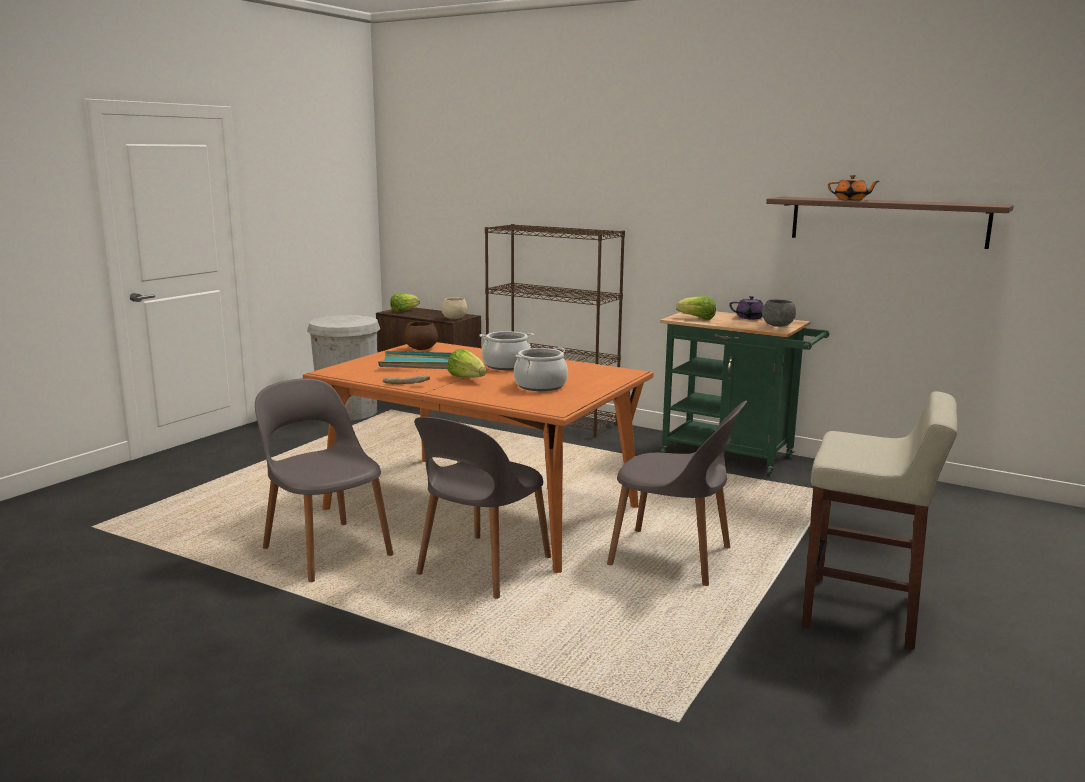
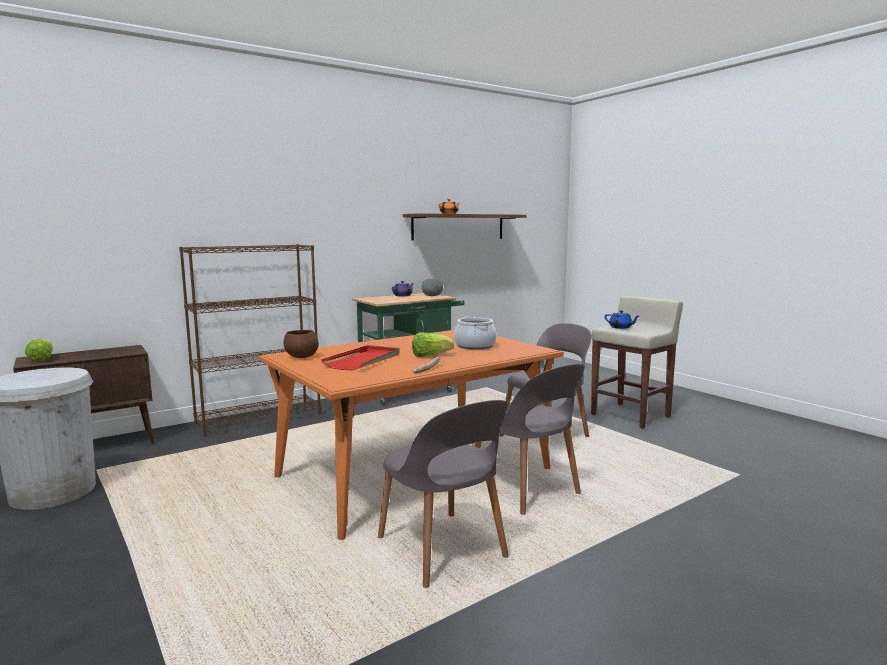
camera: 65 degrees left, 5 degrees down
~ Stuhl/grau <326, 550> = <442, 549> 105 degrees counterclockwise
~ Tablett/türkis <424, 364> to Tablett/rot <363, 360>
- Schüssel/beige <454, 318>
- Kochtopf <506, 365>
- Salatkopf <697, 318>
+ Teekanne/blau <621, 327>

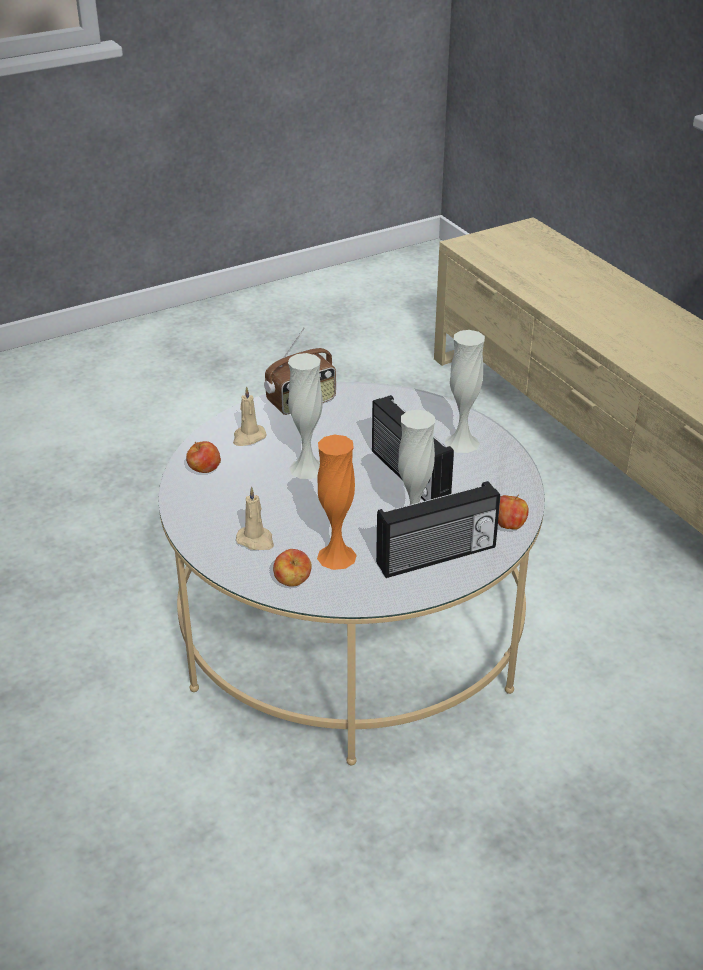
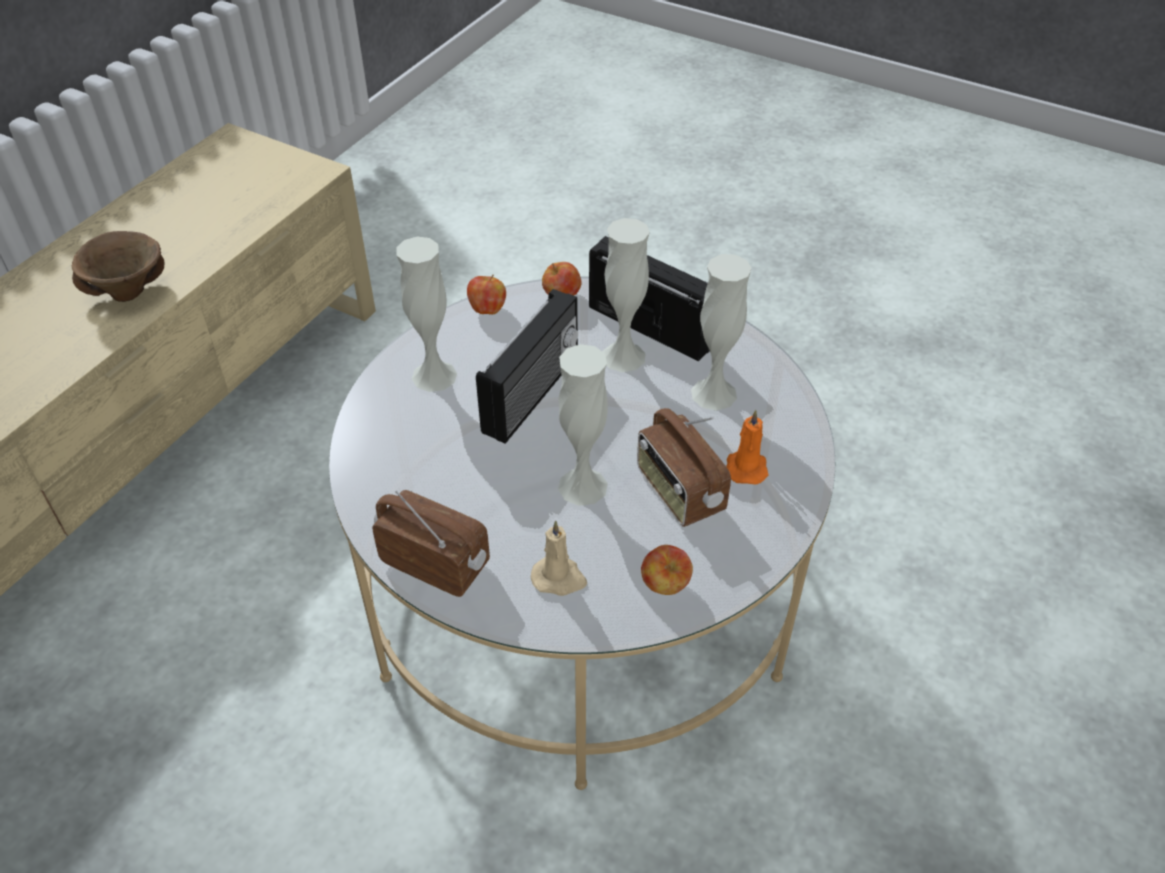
camera: 120 degrees left, 10 degrees up
~ Kerze/beige <256, 540> to Kerze/orange <746, 467>
~ Apfel <292, 582> to <487, 309>
~ Vase/orange <336, 556> to Vase/weiß <713, 393>
+ Schüssel/braun <127, 293>
+ Radio <678, 492>

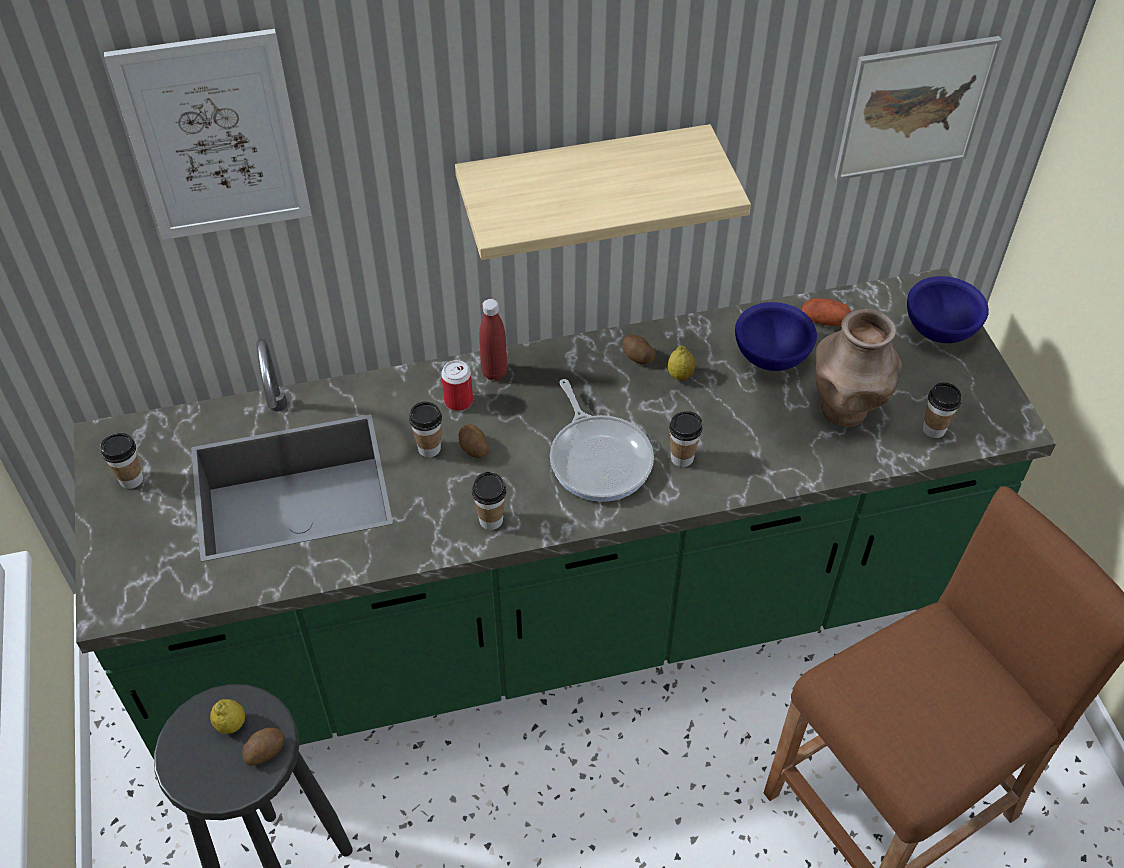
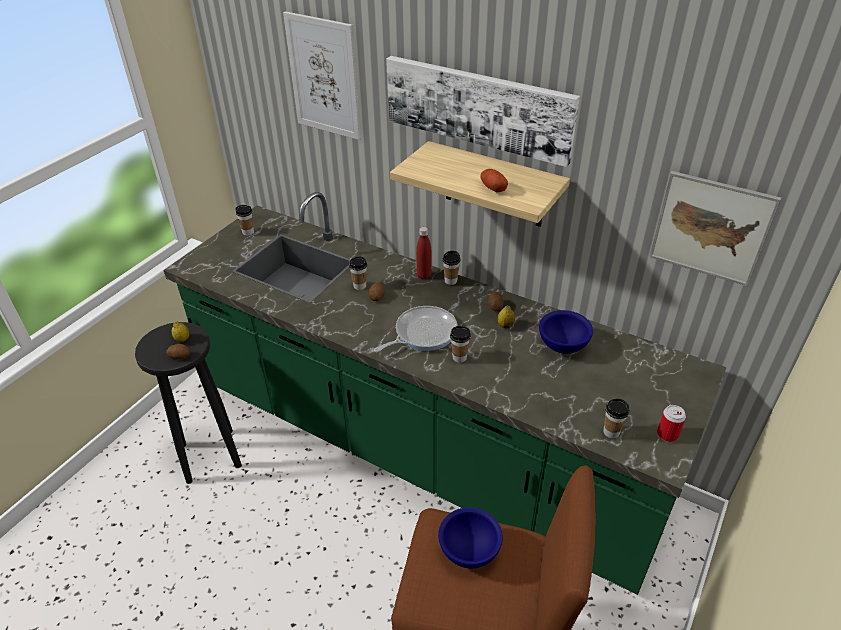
camera: 45 degrees right, 10 degrees down
~ Dose <458, 401> to <667, 434>
~ Tasse <491, 520> to <450, 281>
~ Pfanne <599, 458> = <422, 333> 150 degrees counterclockwise
~ Kartoffel <823, 320> to <493, 188>
- Vase/braun <845, 409>
~ Schüssel/blau <939, 331> to <468, 551>
+ Bild <478, 107>

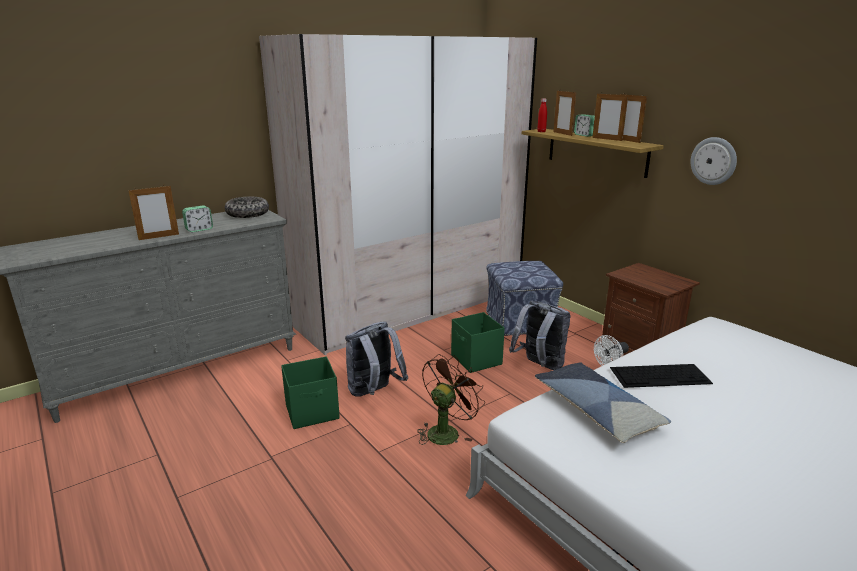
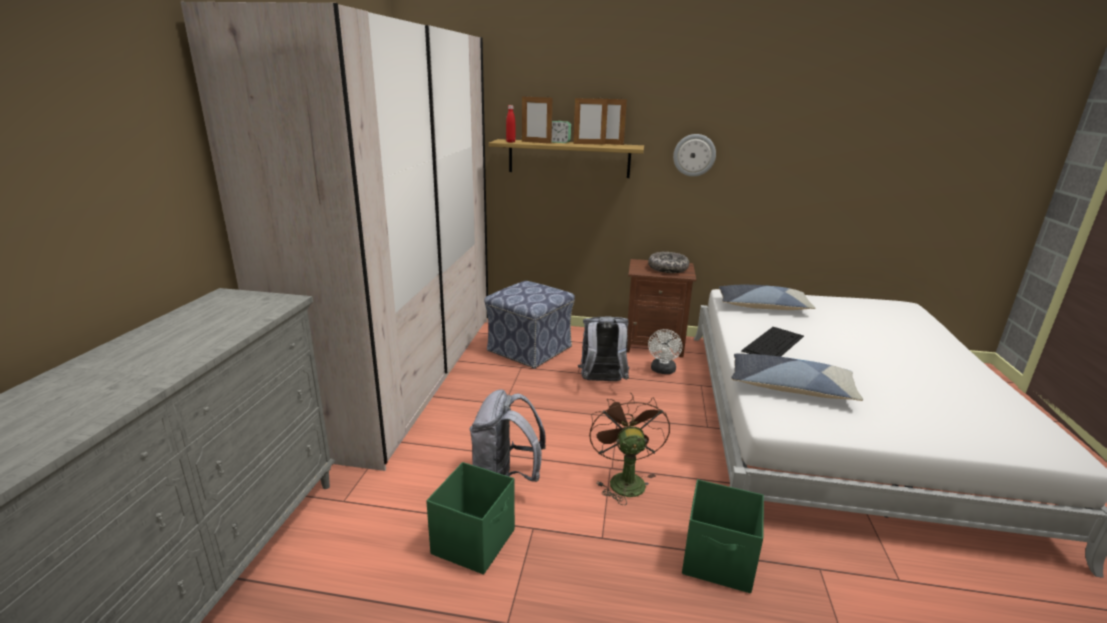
camera: 45 degrees left, 0 degrees up
- Bilderrahmen <159, 237>
- Wecker <199, 229>
~ Schüssel <247, 214> to <667, 268>
~ Aufbewahrungsbox/grün <476, 360> to <719, 561>
+ Kissen <762, 306>

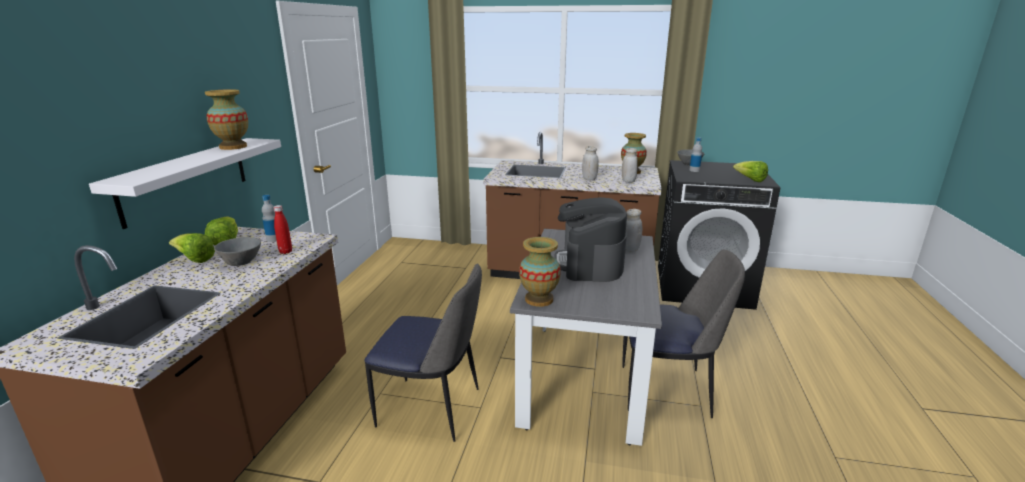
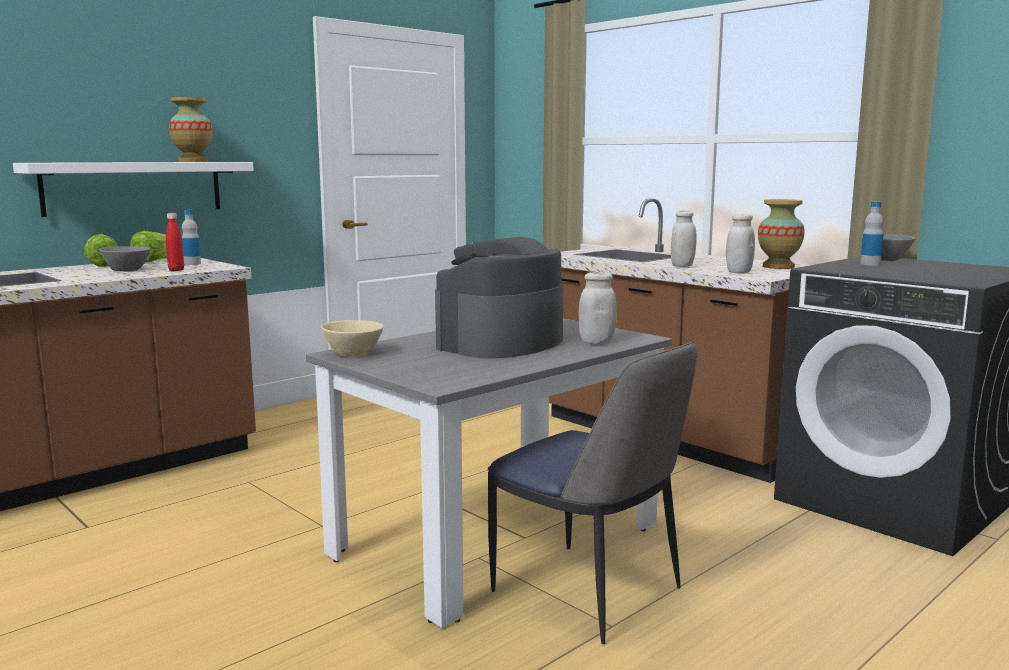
camera: 35 degrees right, 10 degrees down
- Stuhl <432, 408>
~ Vase <539, 299> to Schüssel/beige <353, 354>
- Salatkopf <750, 180>

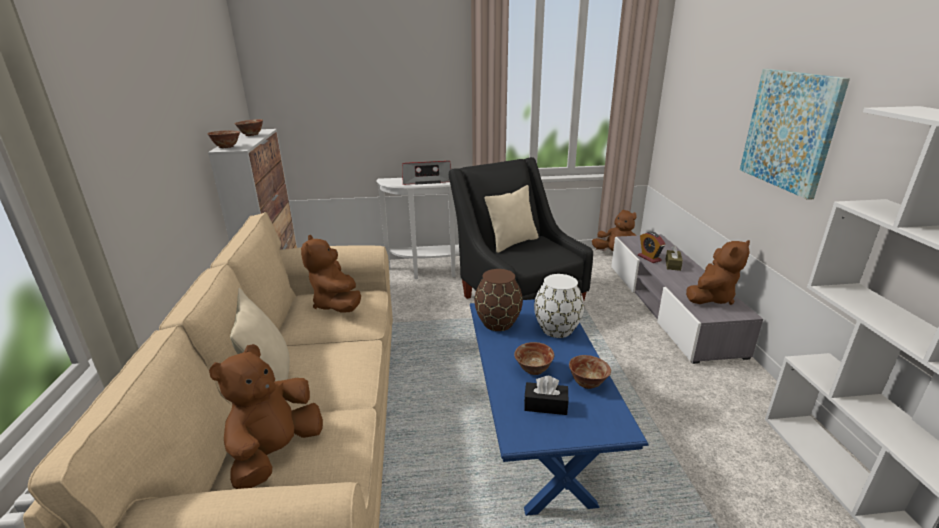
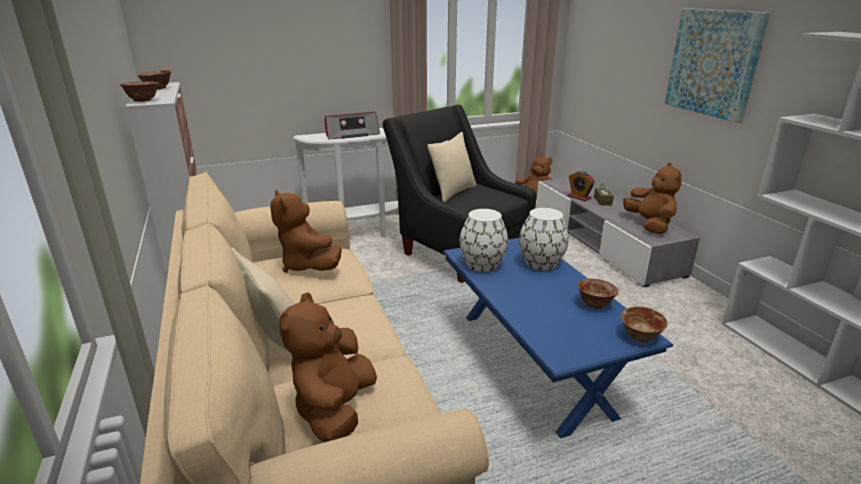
camera: 15 degrees left, 0 degrees up
~ Vase/braun <497, 323> to Vase/weiß <481, 264>
~ Schüssel <533, 370> to <640, 336>
- Taschentuchbox/schwarz <545, 405>
~ Plüschtier/braun <711, 297> = <649, 225> 45 degrees counterclockwise

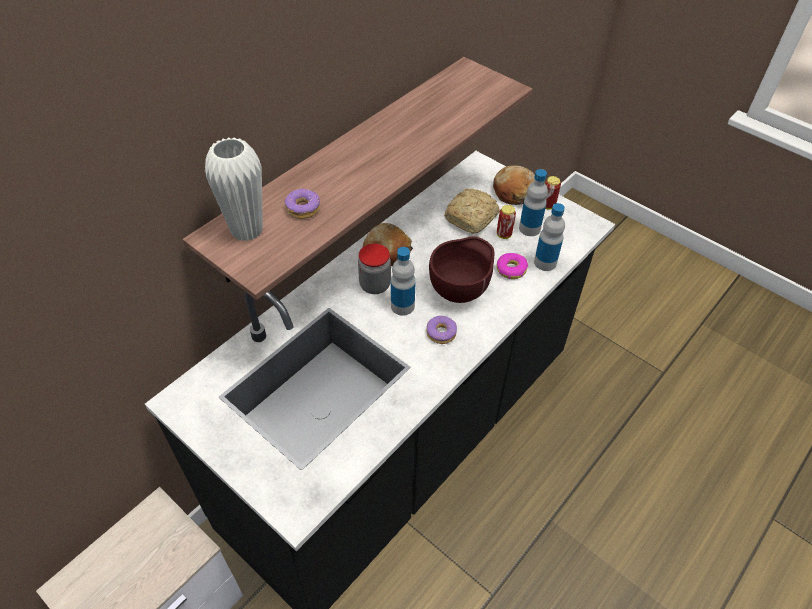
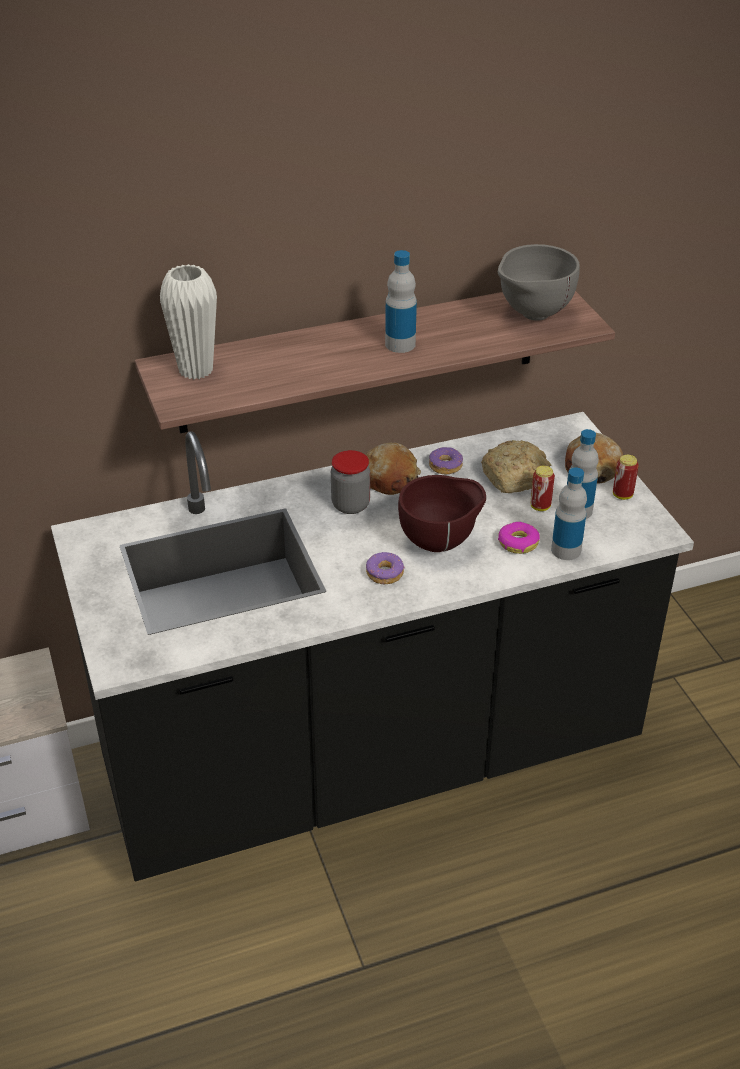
camera: 30 degrees right, 10 degrees down
~ Donut <303, 208> to <445, 466>
~ Flasche <402, 306> to <400, 344>
+ Schüssel/grau <532, 315>

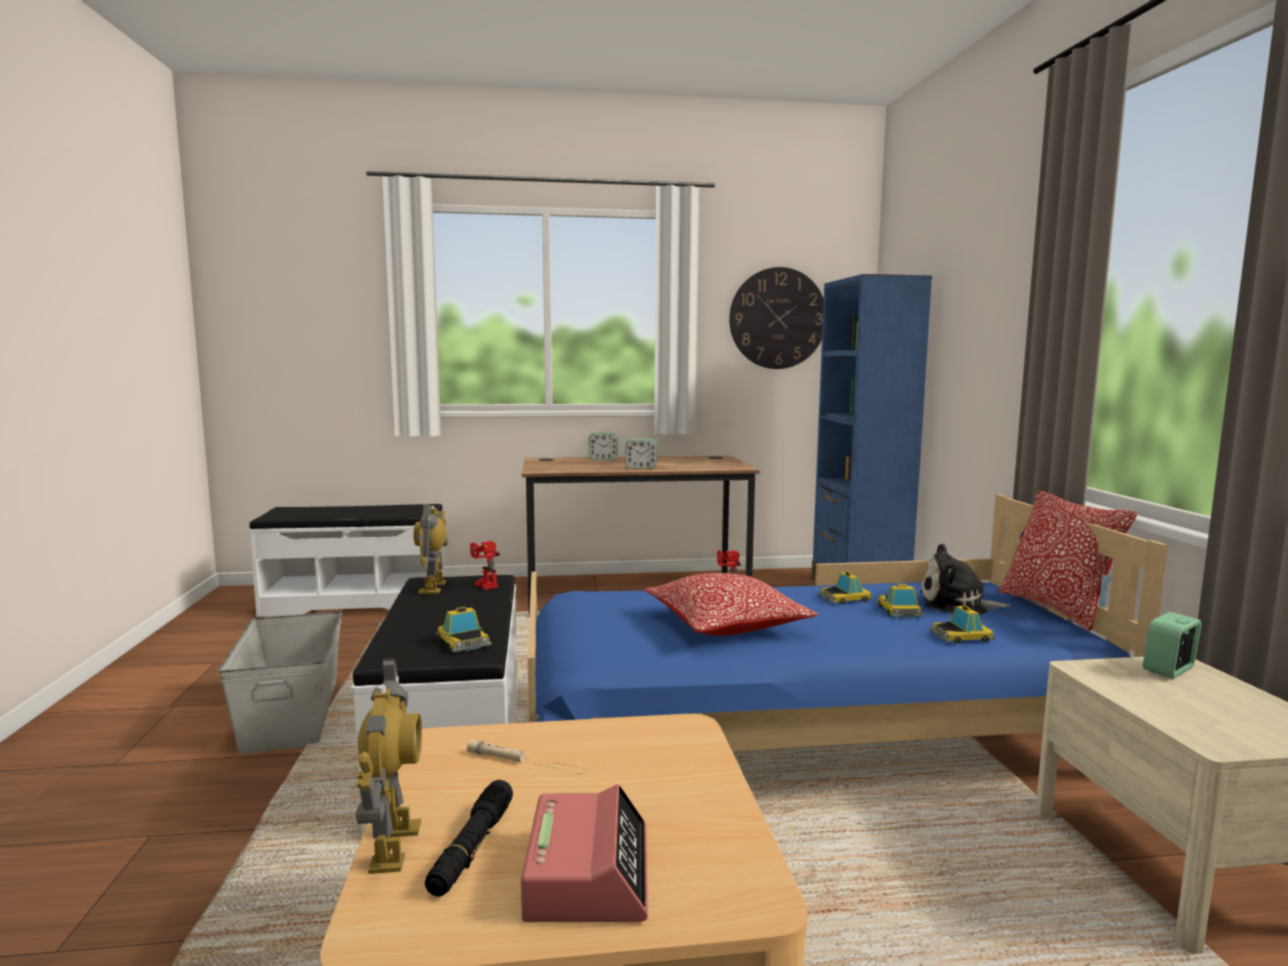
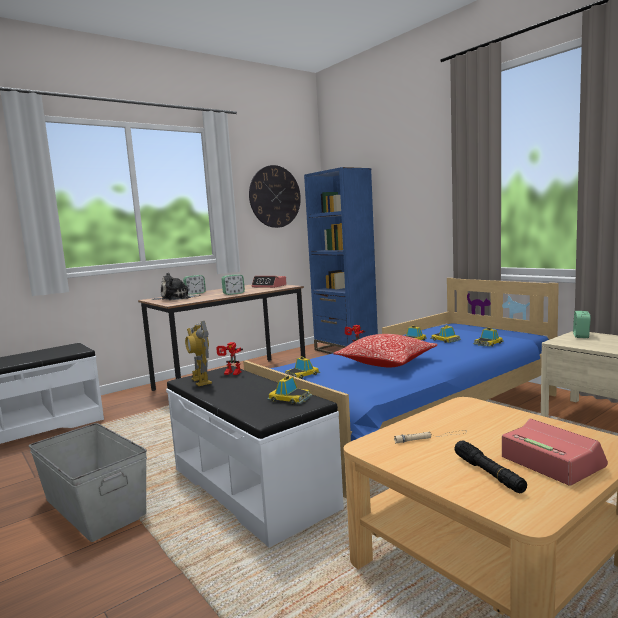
camera: 30 degrees left, 0 degrees up
- Spielzeugroboter <393, 846>
~ Plüschtier <957, 604> to <178, 298>
- Kissen <1056, 609>
+ Wecker <269, 286>
+ Spielzeugauto <302, 375>

